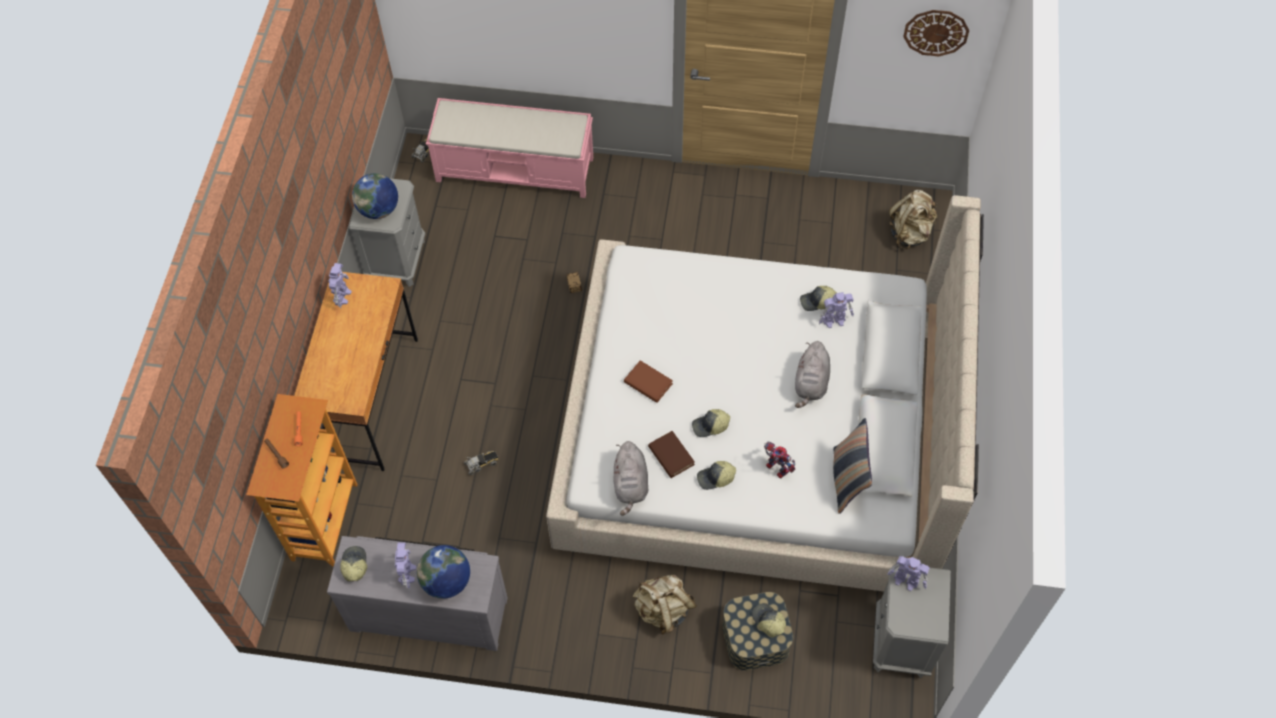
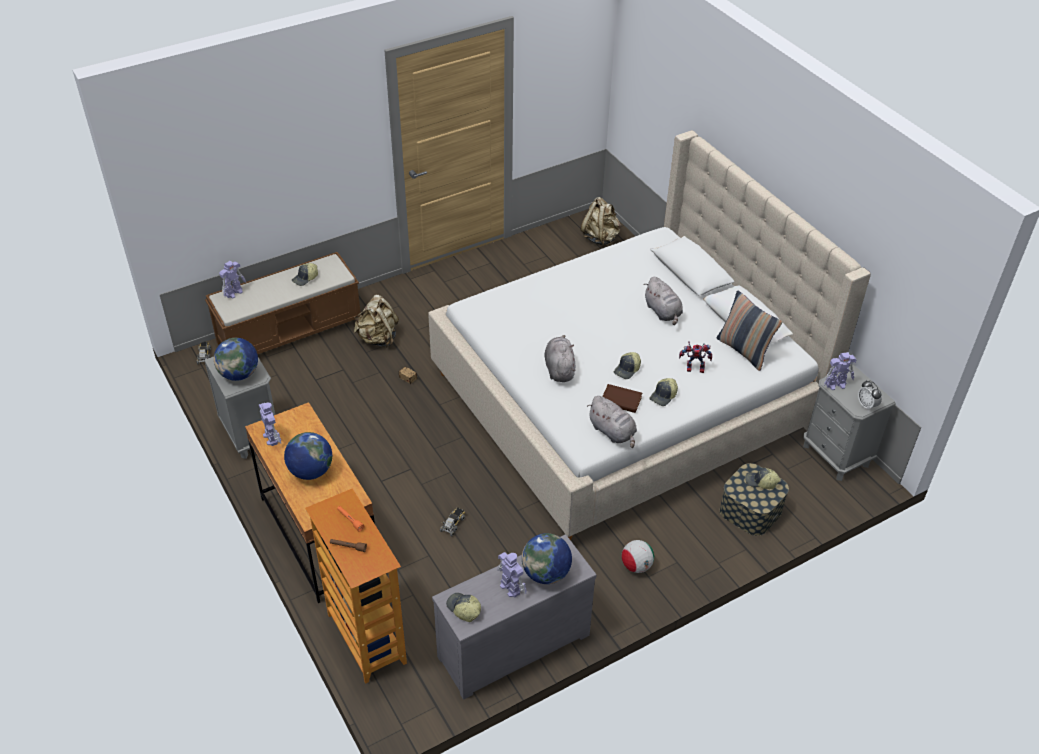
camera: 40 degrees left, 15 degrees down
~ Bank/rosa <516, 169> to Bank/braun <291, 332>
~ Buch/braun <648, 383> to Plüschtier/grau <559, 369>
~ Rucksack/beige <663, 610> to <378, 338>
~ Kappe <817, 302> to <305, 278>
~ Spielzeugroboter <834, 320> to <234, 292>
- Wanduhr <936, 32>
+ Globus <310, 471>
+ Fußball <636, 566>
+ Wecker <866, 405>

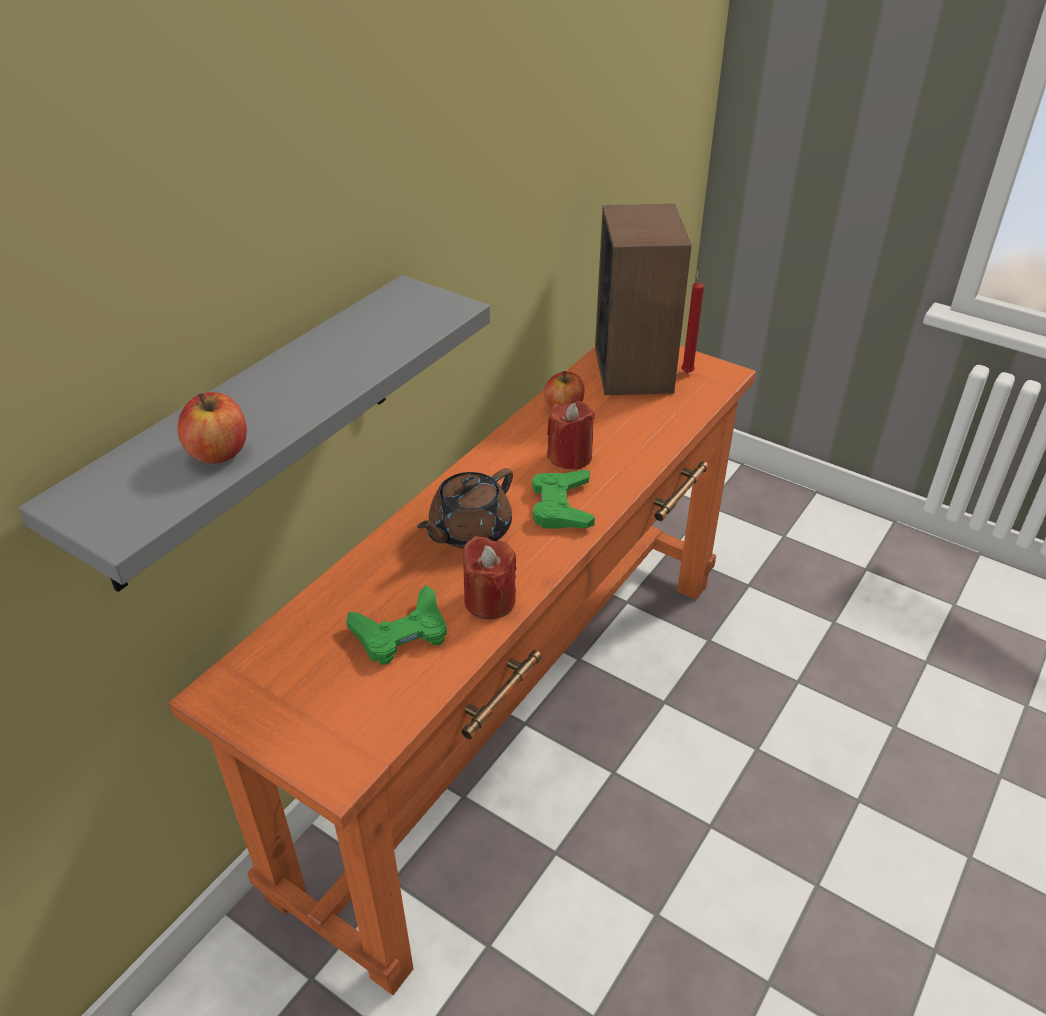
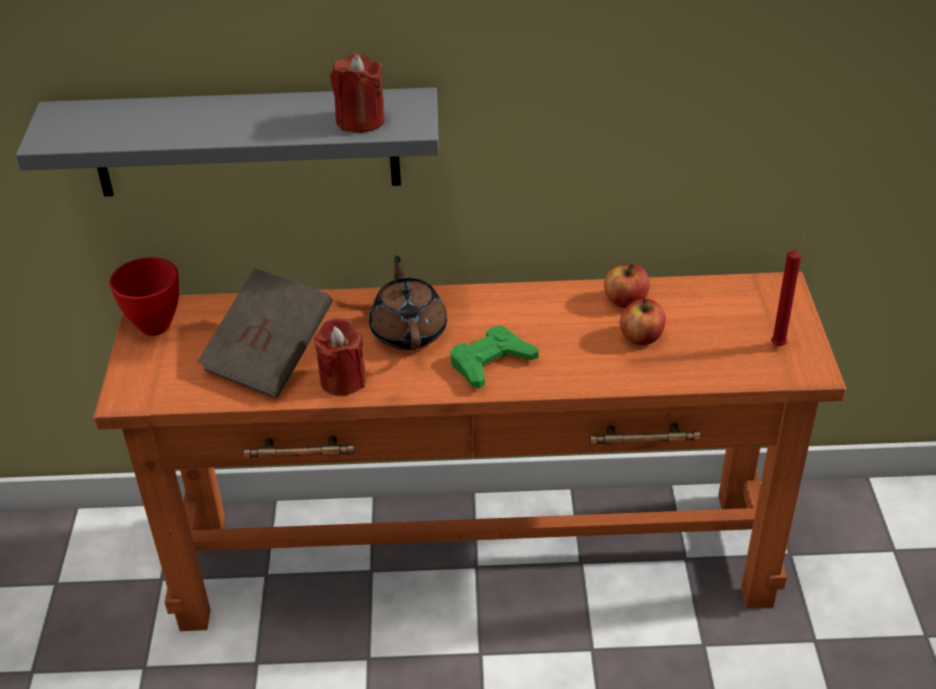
camera: 55 degrees right, 0 degrees up
~ Apfel <218, 452> to <641, 337>
~ Gamepad/grün <401, 633> to Buch/braun <270, 356>
~ Teekanne/braun <469, 531> = <409, 331> 75 degrees clockwise
~ Kerze/rot <570, 457> to <360, 120>
- Lautsprecher <634, 369>
+ Schüssel/rot <153, 326>

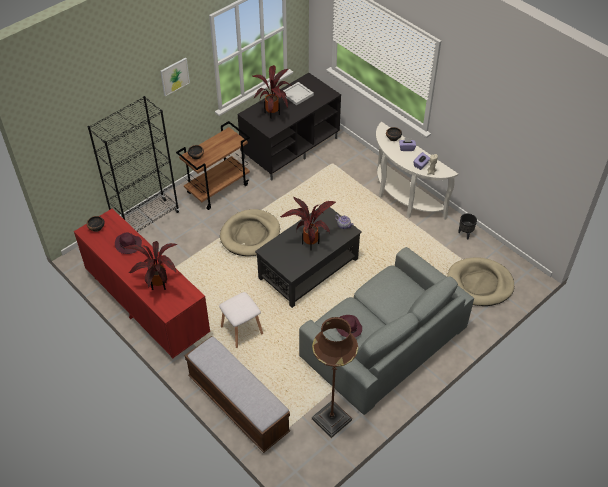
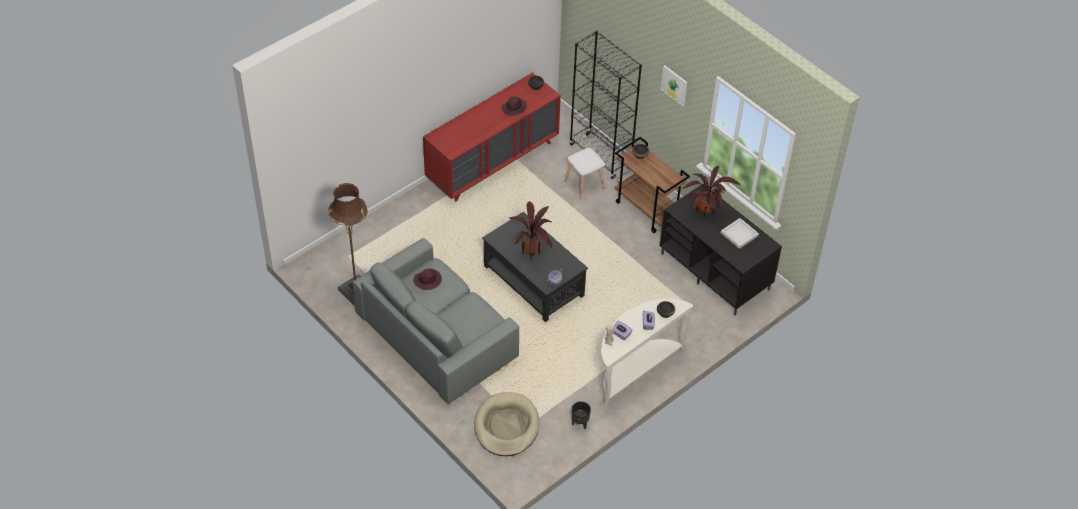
camera: 90 degrees right, 0 degrees up
- Topfpflanze <158, 286>
- Bank <238, 405>
~ Hocker/weiß <241, 330> to <584, 184>
- Hundebett/beige <250, 235>

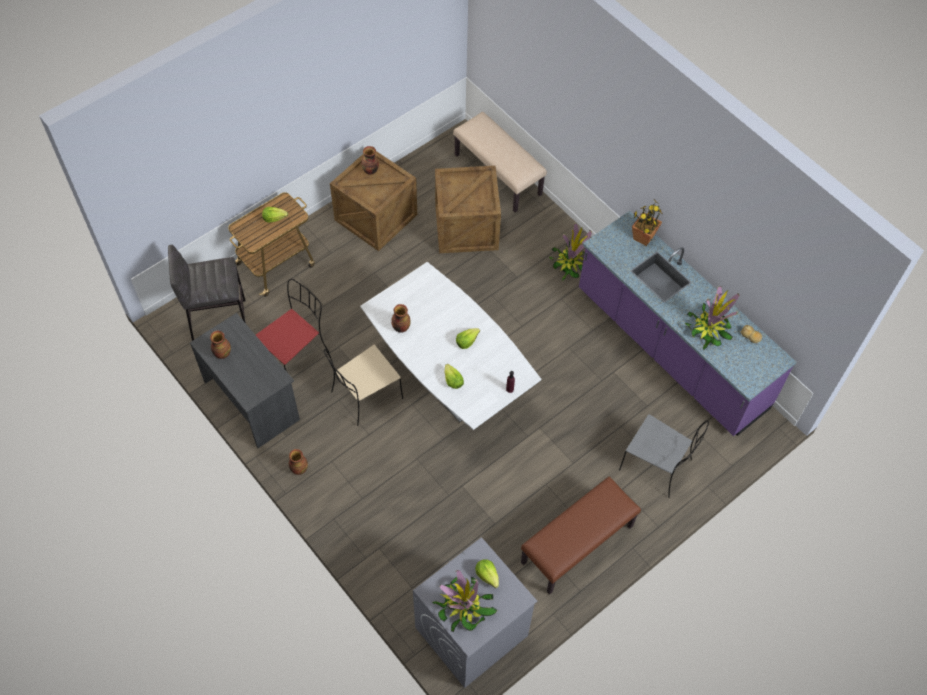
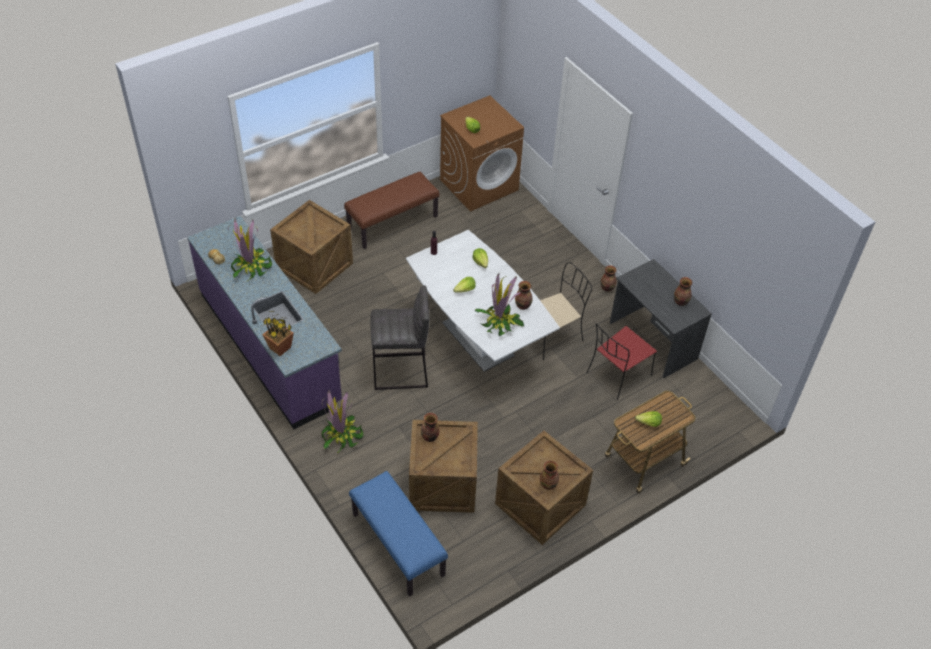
camera: 175 degrees left, 10 degrees down
~ Hocker/grau <218, 322> to <401, 372>
~ Waschmaschine/grau <471, 632> to Waschmaschine/braun <479, 184>
~ Topfpflanze <463, 607> to <499, 322>
~ Bank/beige <498, 174> to Bank/blau <397, 544>
~ Stuhl/grau <657, 465> to Kiste <314, 264>
+ Vase <429, 437>

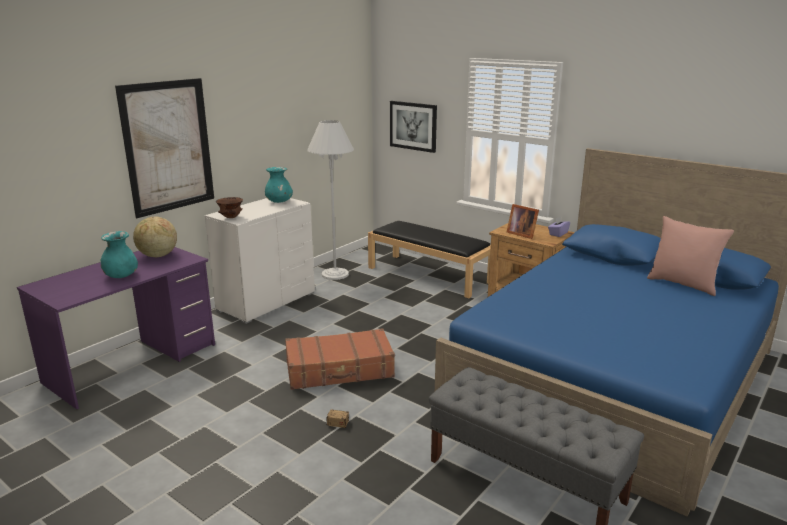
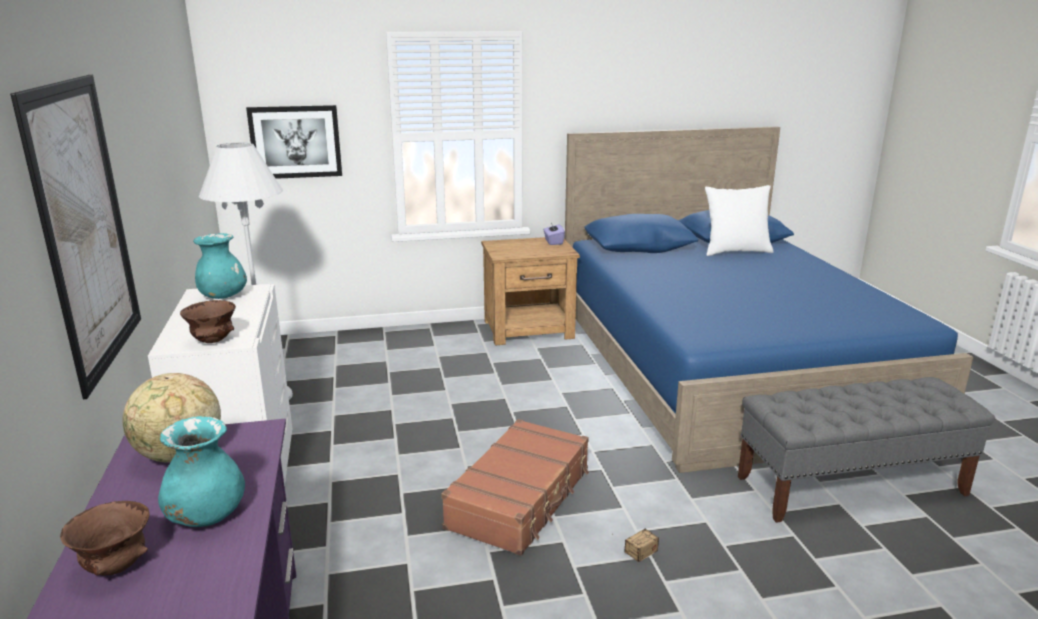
camera: 50 degrees left, 0 degrees up
- Bank/schwarz <430, 275>
- Bilderrahmen <521, 234>
~ Kissen/rosa <683, 284> to Kissen/weiß <735, 251>
+ Schüssel/braun <116, 567>

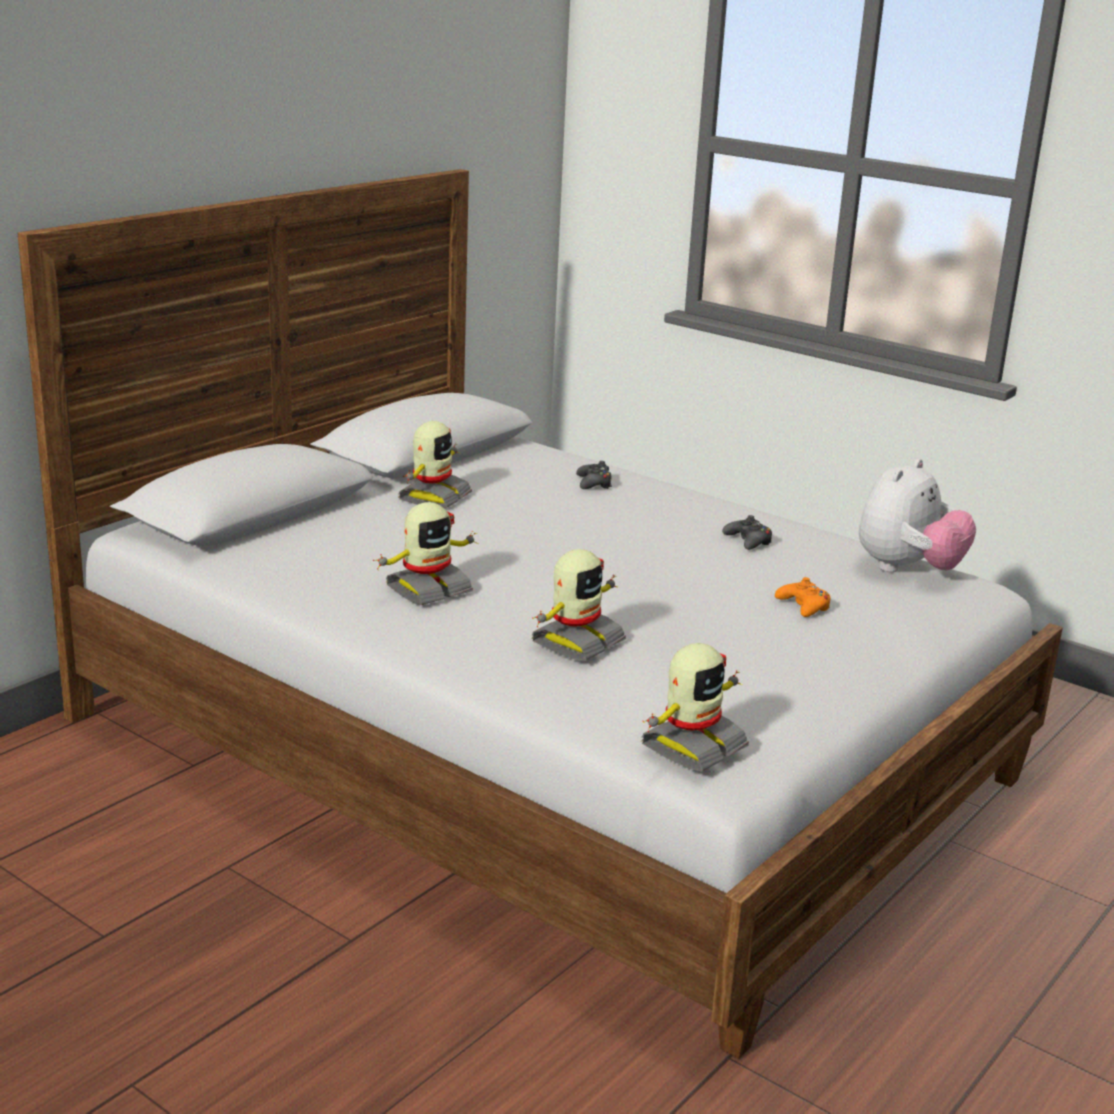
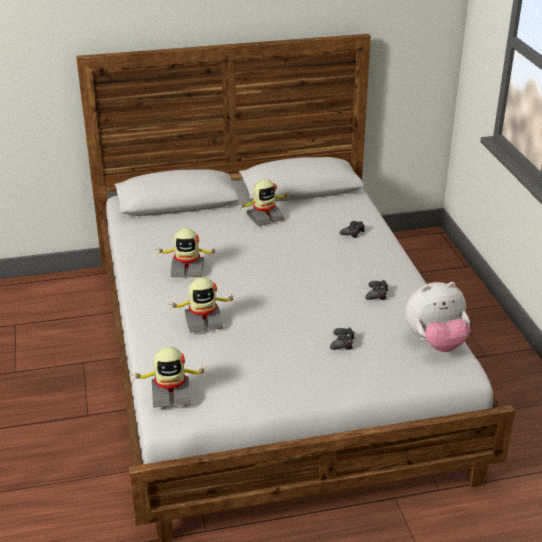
camera: 40 degrees right, 10 degrees up
~ Gamepad/orange <804, 606> to Gamepad/schwarz <342, 343>

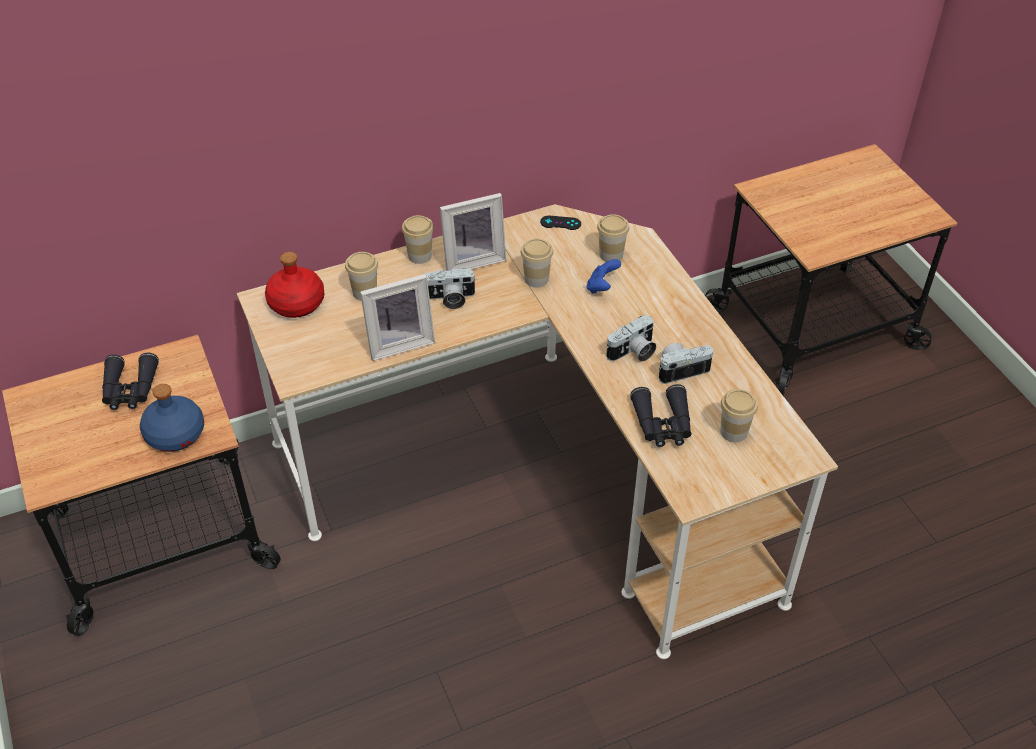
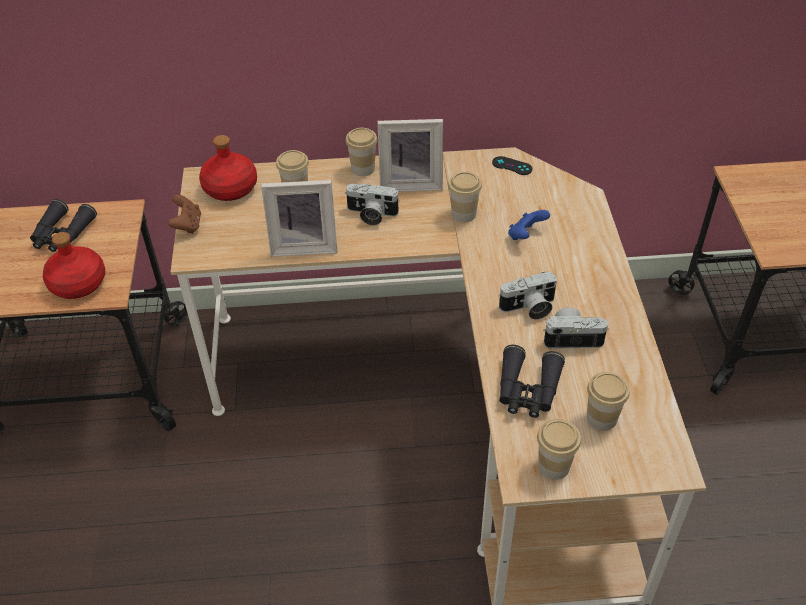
camera: 20 degrees right, 0 degrees up
~ Flasche/blau <176, 434> to Flasche/rot <79, 283>
~ Tasse <611, 254> to <554, 466>
+ Gamepad/braun <187, 225>

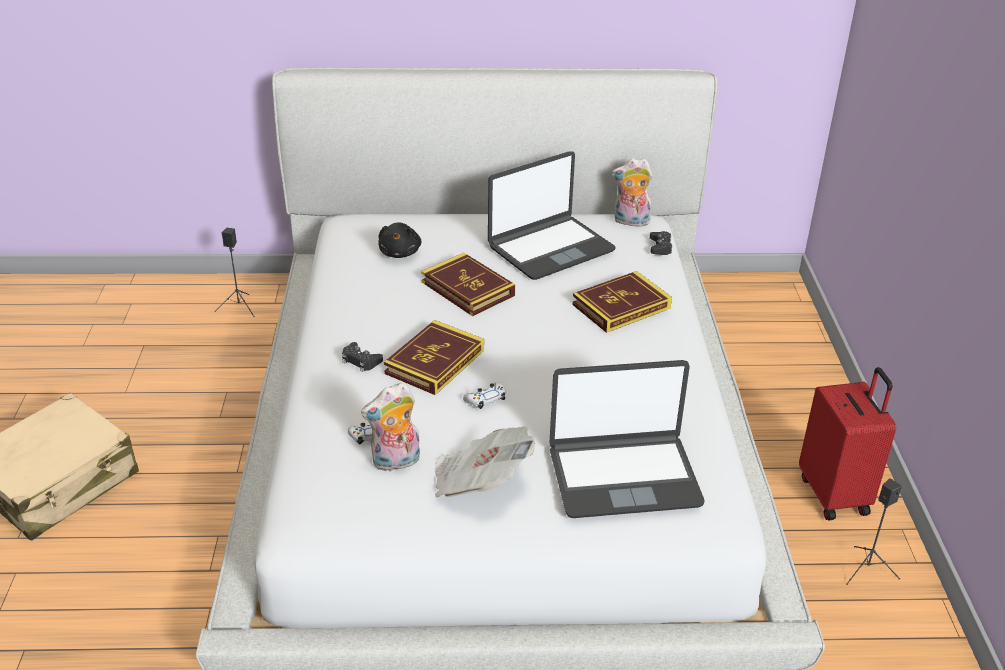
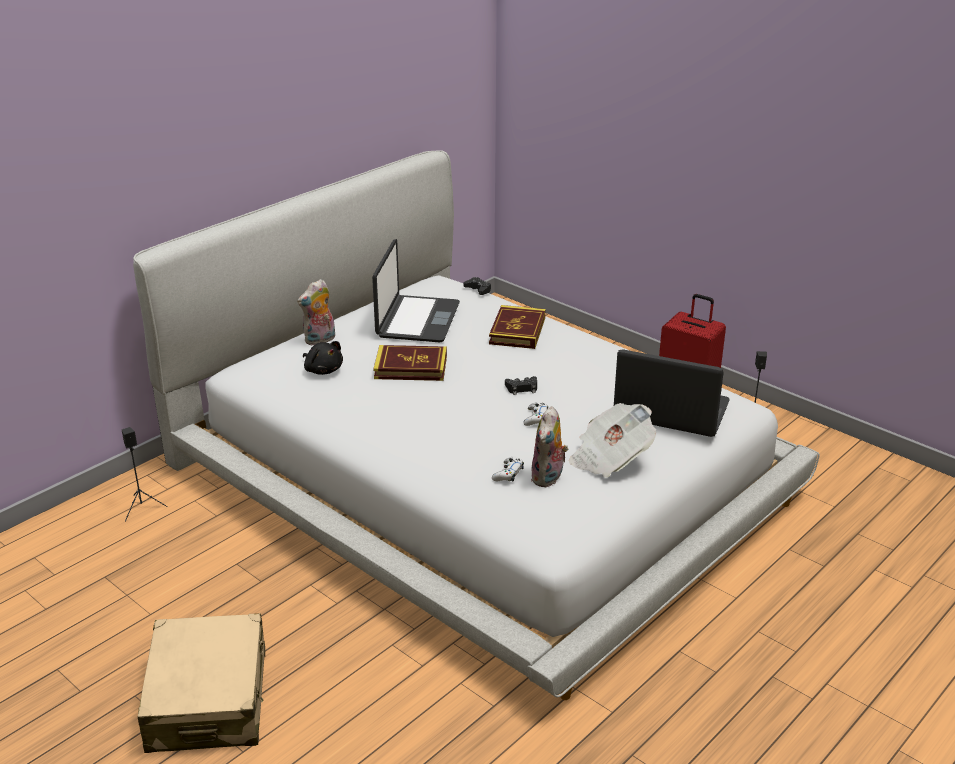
camera: 45 degrees left, 5 degrees down
~ Gamepad/schwarz <360, 361> to <522, 388>
- Buch <435, 362>
~ Laptop <623, 476> = <671, 412> 105 degrees counterclockwise
~ Plüschtier <630, 222> to <320, 340>

